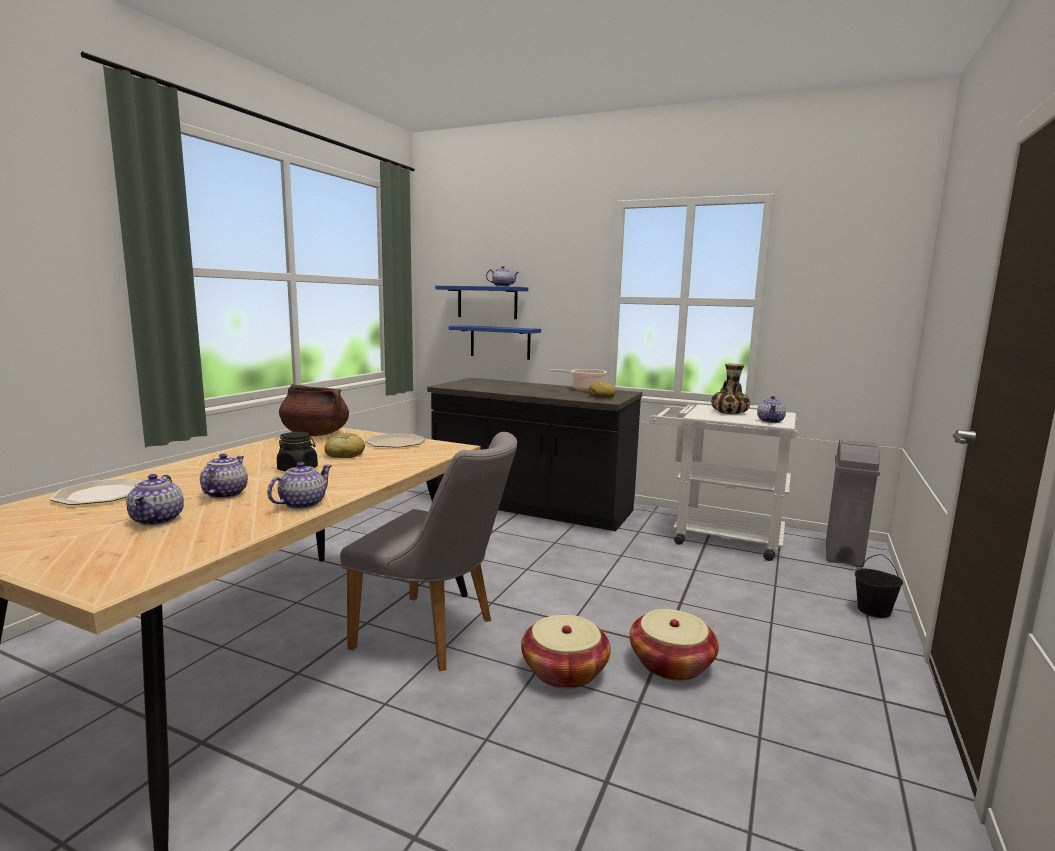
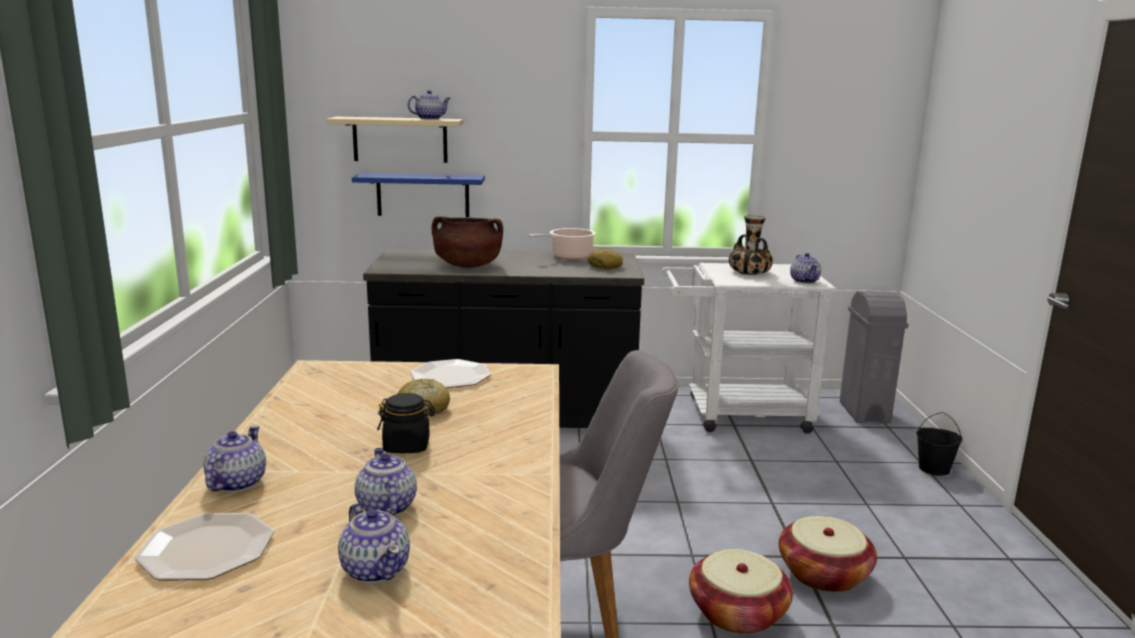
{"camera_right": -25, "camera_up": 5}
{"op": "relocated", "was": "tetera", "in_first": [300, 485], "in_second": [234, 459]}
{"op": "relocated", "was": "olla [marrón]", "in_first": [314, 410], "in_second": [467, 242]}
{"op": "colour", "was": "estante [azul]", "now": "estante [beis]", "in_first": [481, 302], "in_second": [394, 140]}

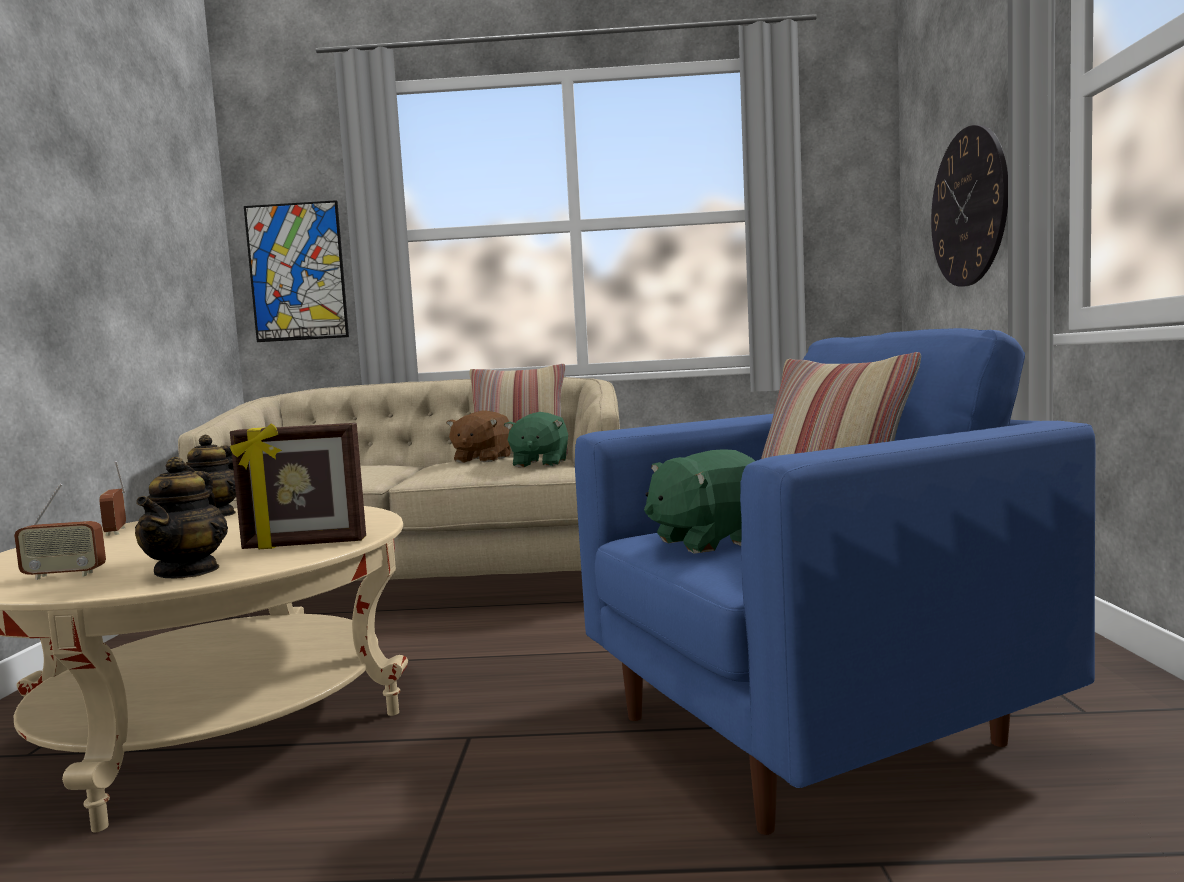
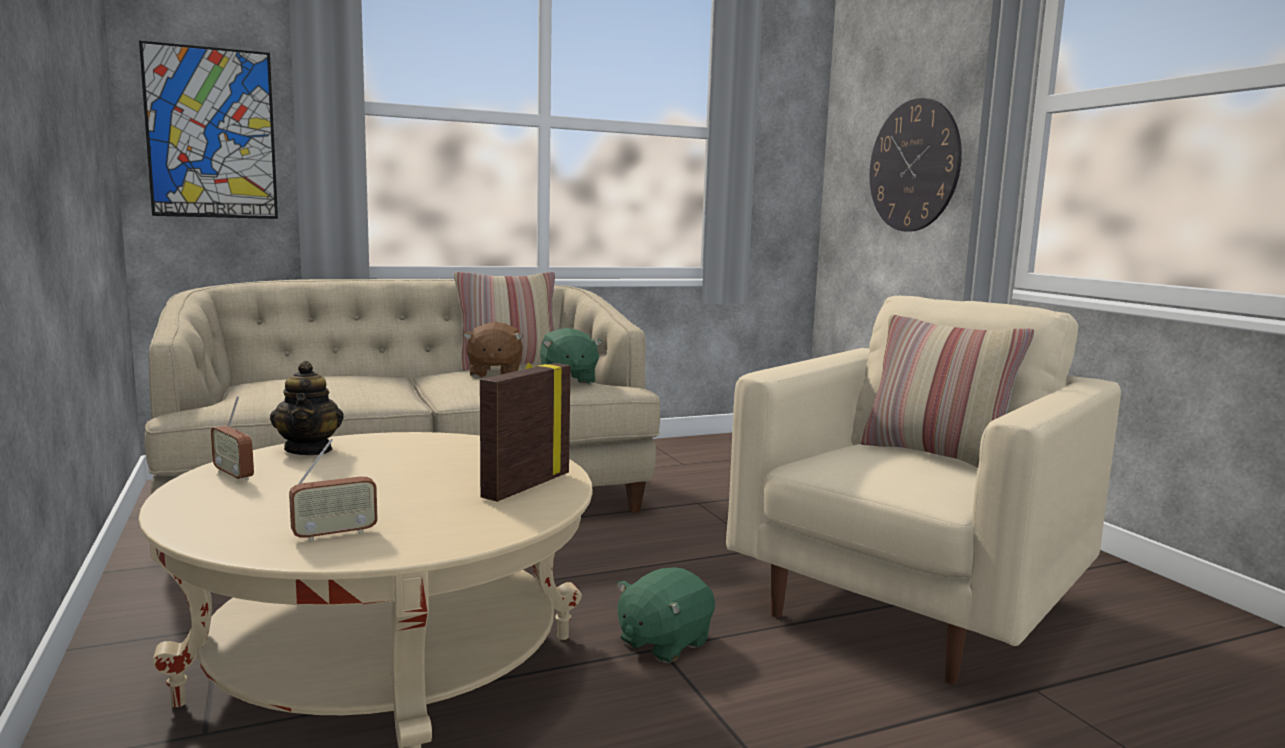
{"camera_right": -25, "camera_up": 5}
{"op": "missing", "was": "tetera", "in_first": [181, 517]}
{"op": "relocated", "was": "peluche [verde]", "in_first": [699, 501], "in_second": [666, 615]}
{"op": "colour", "was": "sillón [azul]", "now": "sillón [beis]", "in_first": [835, 581], "in_second": [923, 490]}
{"op": "spun", "was": "portarretratos", "in_first": [298, 486], "in_second": [525, 432], "clockwise": 150}

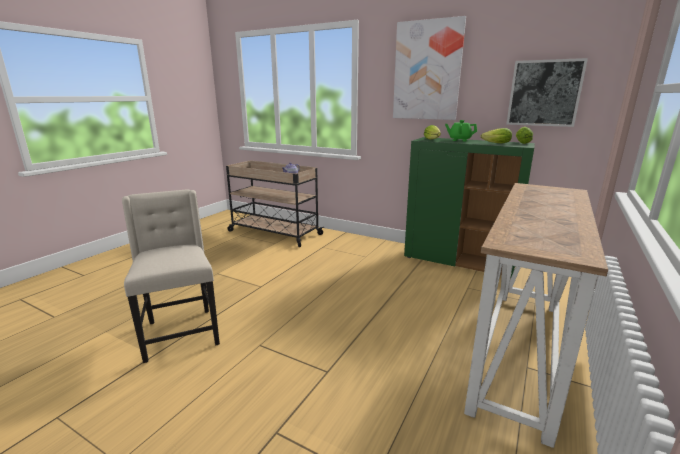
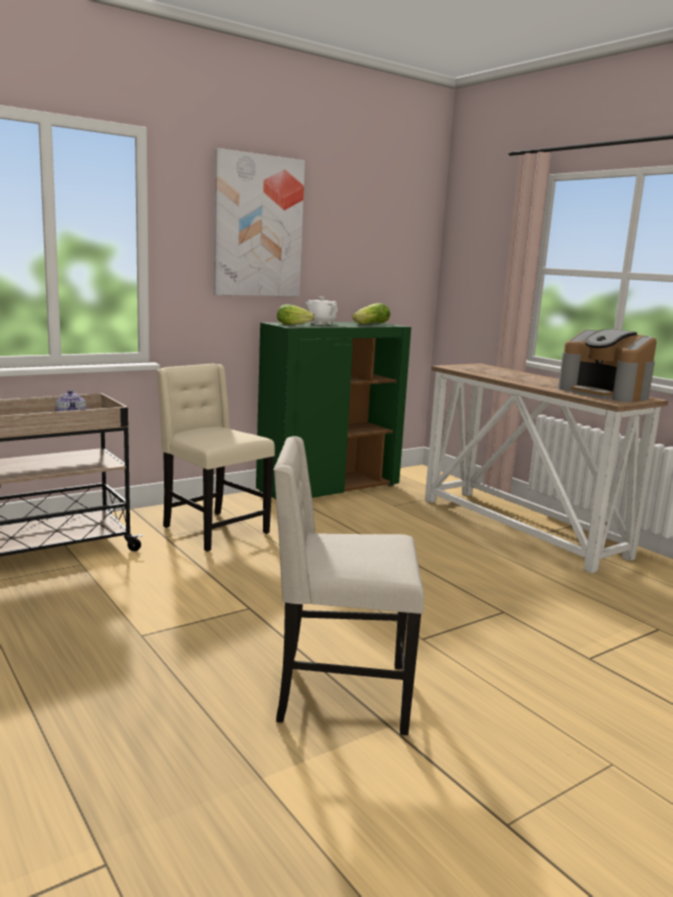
{"camera_right": -65, "camera_up": -5}
{"op": "missing", "was": "cuadro", "in_first": [547, 92]}
{"op": "appeared", "now": "silla [beis]", "in_second": [216, 457]}
{"op": "appeared", "now": "cafetera", "in_second": [607, 365]}
{"op": "colour", "was": "tetera [verde]", "now": "tetera [blanco]", "in_first": [461, 131], "in_second": [321, 311]}

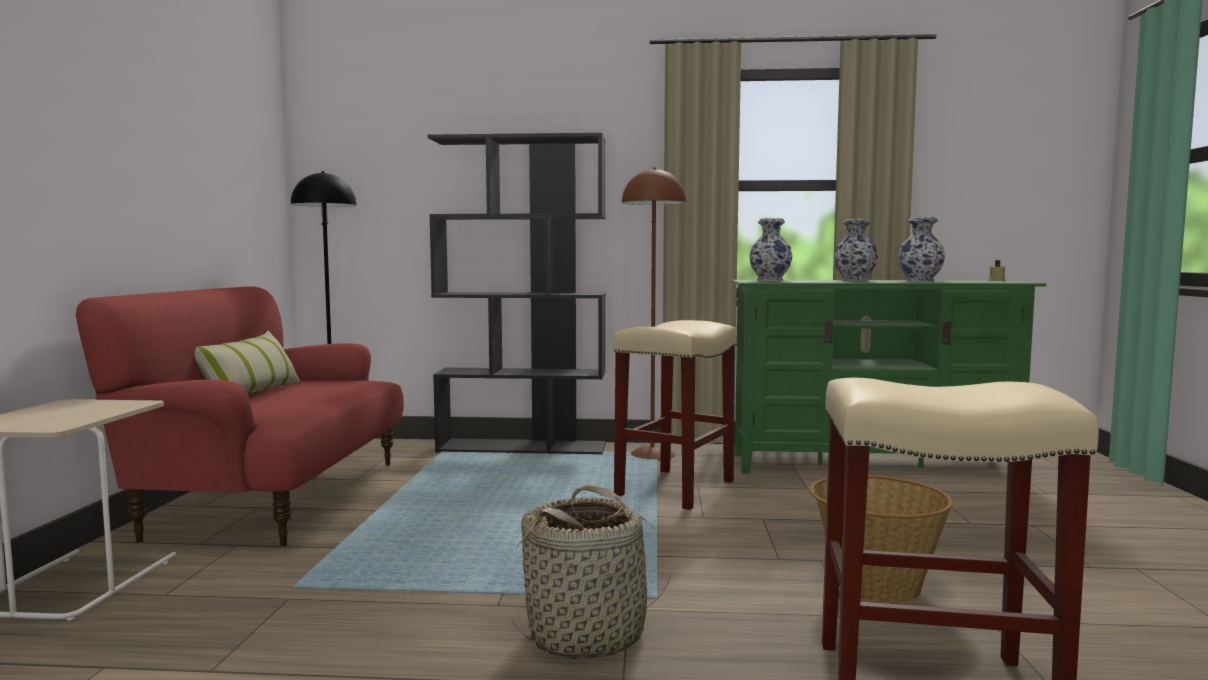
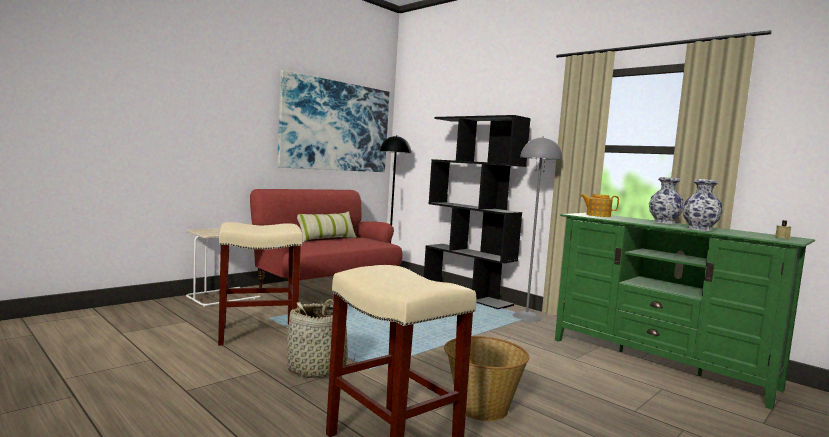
{"camera_right": 40, "camera_up": 0}
{"op": "appeared", "now": "cuadro", "in_second": [333, 121]}
{"op": "relocated", "was": "taburete [beis]", "in_first": [675, 415], "in_second": [260, 283]}
{"op": "exchanged", "was": "florero", "now": "tetera", "in_first": [771, 249], "in_second": [599, 205]}
{"op": "colour", "was": "lámpara de pie [marrón]", "now": "lámpara de pie [gris]", "in_first": [654, 314], "in_second": [537, 229]}

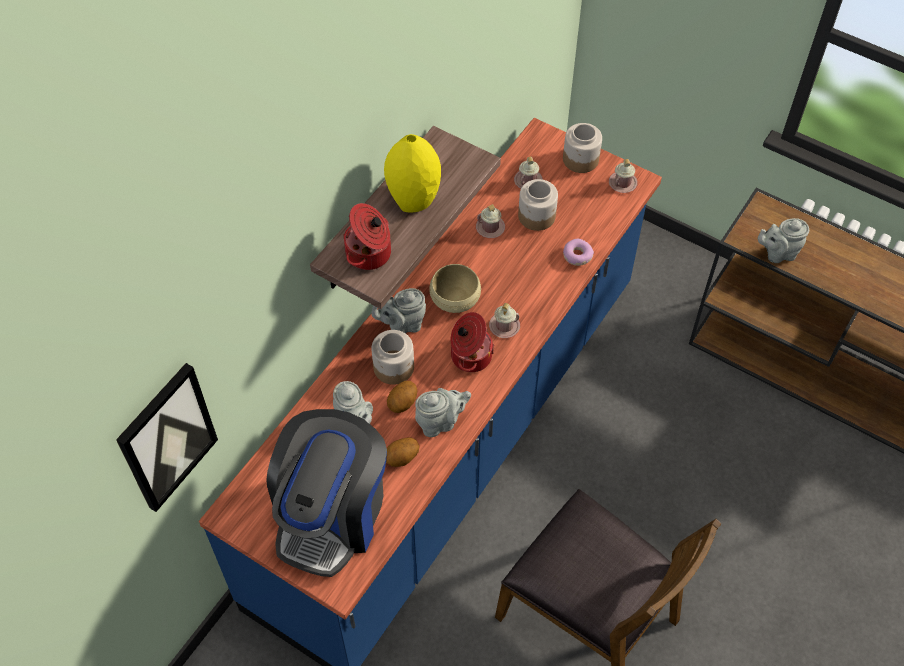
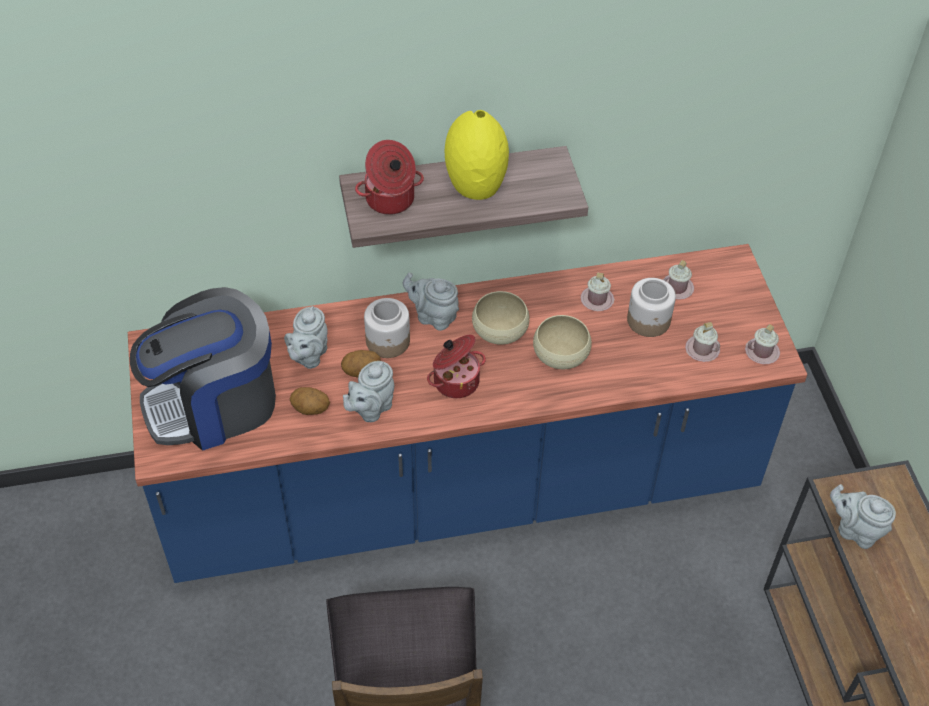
{"camera_right": 45, "camera_up": -5}
{"op": "missing", "was": "cuadro", "in_first": [167, 437]}
{"op": "missing", "was": "tarro", "in_first": [582, 148]}
{"op": "missing", "was": "rosquilla", "in_first": [578, 252]}
{"op": "appeared", "now": "cuenco [beis]", "in_second": [562, 342]}
{"op": "relocated", "was": "taza grande [rosa]", "in_first": [504, 320], "in_second": [702, 342]}
{"op": "spun", "was": "tetera [gris]", "in_first": [443, 412], "in_second": [368, 391], "clockwise": 105}

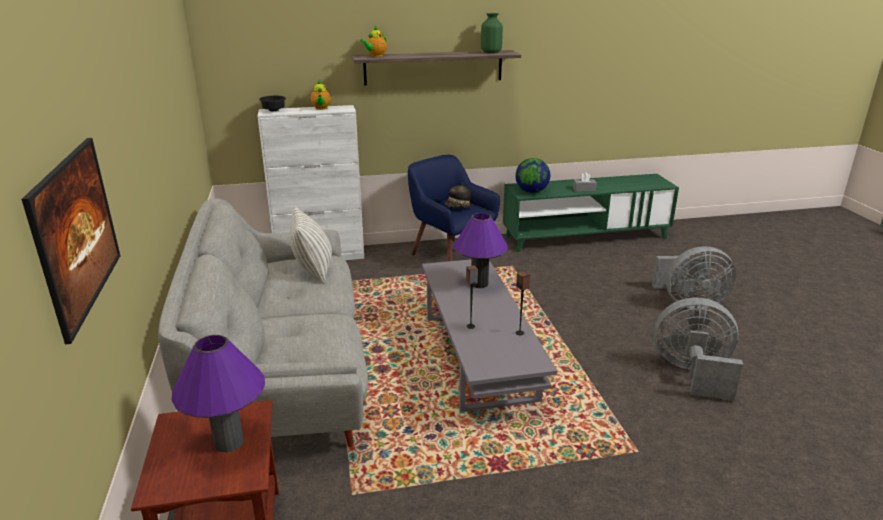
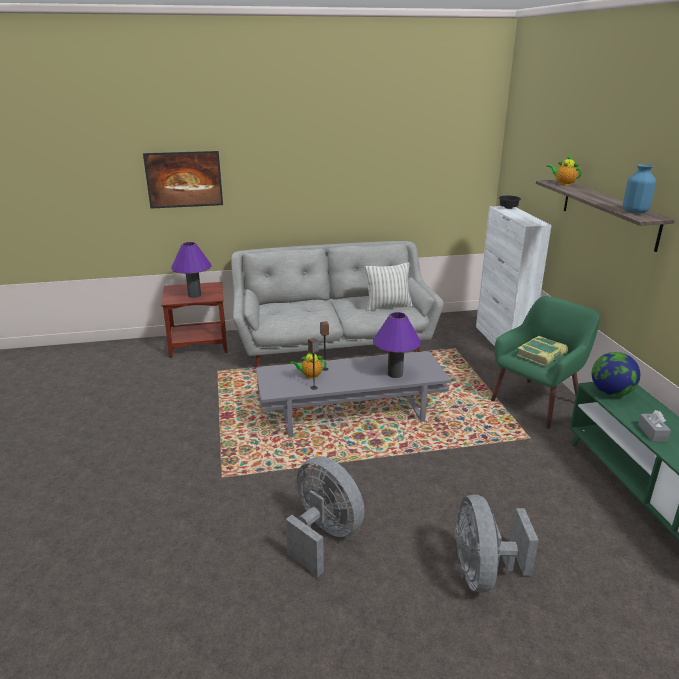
{"camera_right": 90, "camera_up": 0}
{"op": "relocated", "was": "tetera", "in_first": [321, 95], "in_second": [308, 365]}
{"op": "exchanged", "was": "sombrero", "now": "libro", "in_first": [459, 195], "in_second": [542, 351]}
{"op": "colour", "was": "sillón [azul]", "now": "sillón [verde]", "in_first": [454, 208], "in_second": [545, 362]}
{"op": "colour", "was": "florero [verde]", "now": "florero [azul]", "in_first": [492, 33], "in_second": [639, 189]}
{"op": "spun", "was": "ventilador [gris]", "in_first": [698, 349], "in_second": [325, 516], "clockwise": -60}

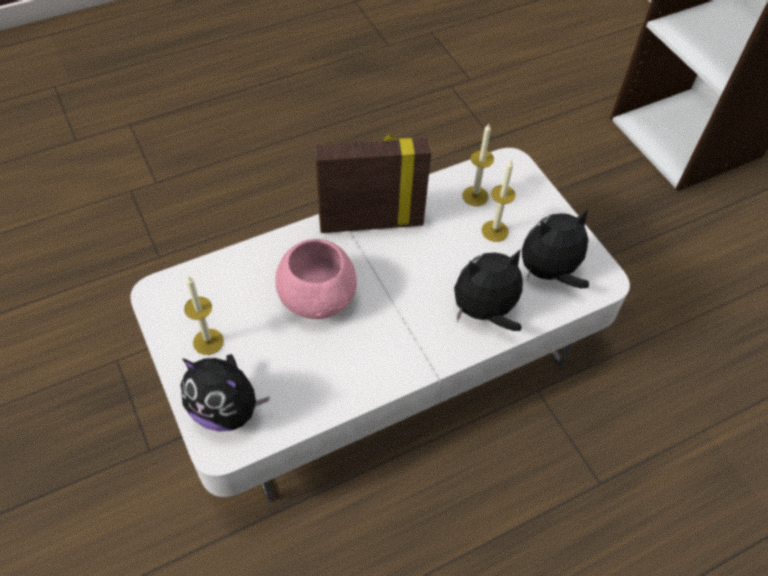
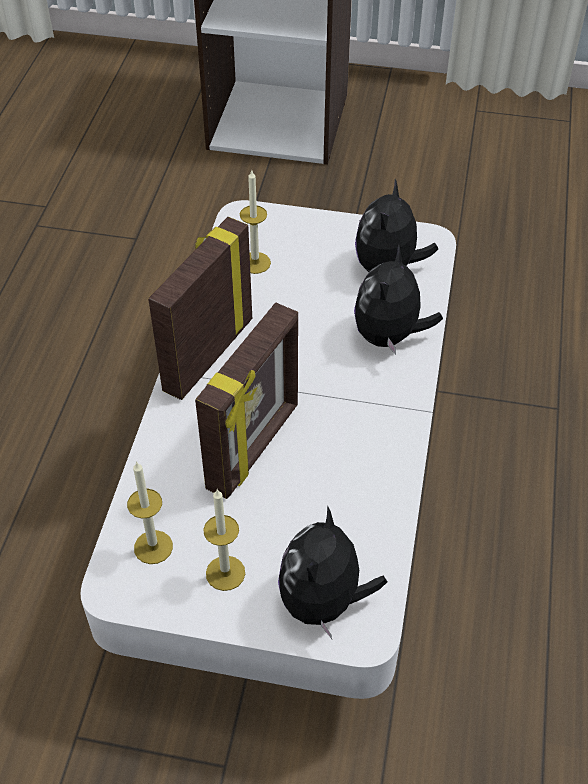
{"camera_right": -50, "camera_up": -5}
{"op": "relocated", "was": "vela", "in_first": [499, 201], "in_second": [150, 512]}
{"op": "exchanged", "was": "cuenco [rosa]", "now": "portarretratos", "in_first": [316, 279], "in_second": [246, 401]}
{"op": "spun", "was": "peluche", "in_first": [225, 393], "in_second": [332, 572], "clockwise": 135}

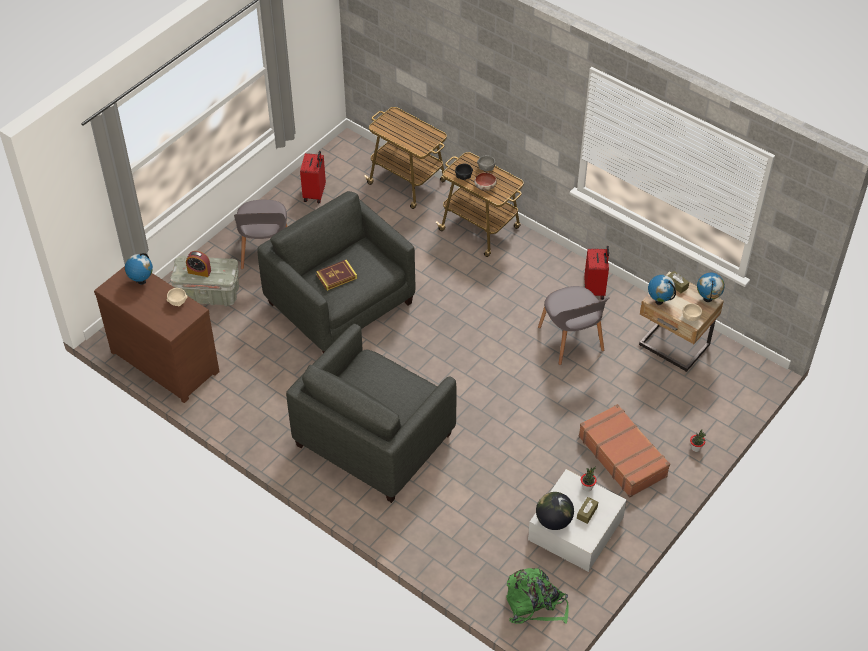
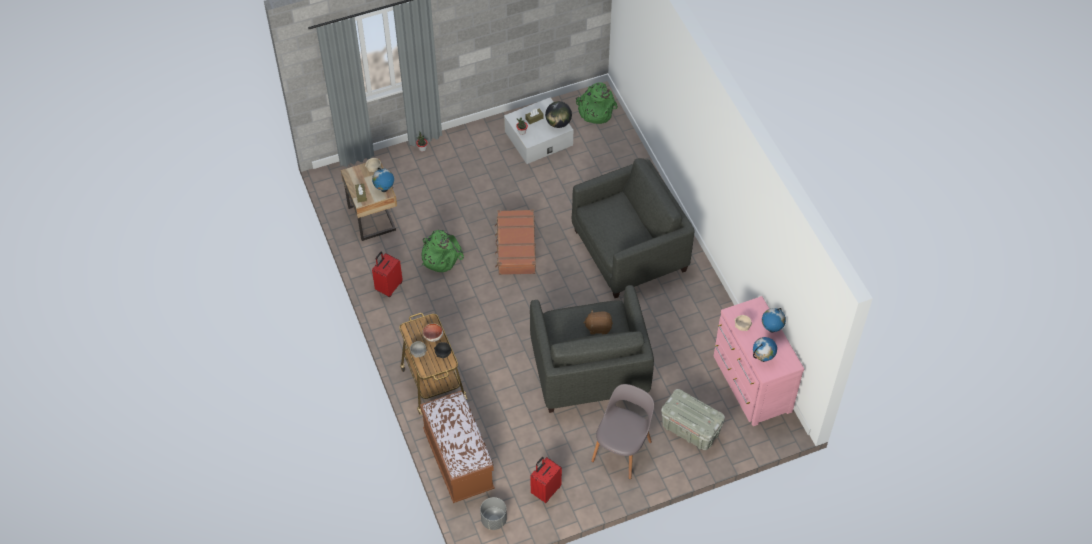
{"camera_right": -150, "camera_up": 5}
{"op": "missing", "was": "despertador", "in_first": [198, 264]}
{"op": "appeared", "now": "maceta [gris]", "in_second": [493, 513]}
{"op": "relocated", "was": "maleta [marrón]", "in_first": [624, 450], "in_second": [515, 242]}
{"op": "relocated", "was": "globo terráqueo", "in_first": [711, 287], "in_second": [774, 320]}
{"op": "exchanged", "was": "libro", "now": "peluche [marrón]", "in_first": [336, 275], "in_second": [598, 322]}
{"op": "exchanged", "was": "carrito", "now": "banco [marrón]", "in_first": [405, 158], "in_second": [457, 447]}
{"op": "exchanged", "was": "silla [gris]", "now": "mochila [verde]", "in_first": [574, 325], "in_second": [442, 251]}
{"op": "colour", "was": "cómoda [marrón]", "now": "cómoda [rosa]", "in_first": [157, 334], "in_second": [758, 361]}

